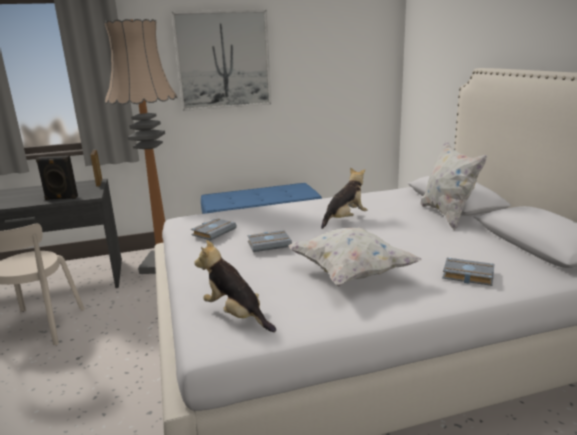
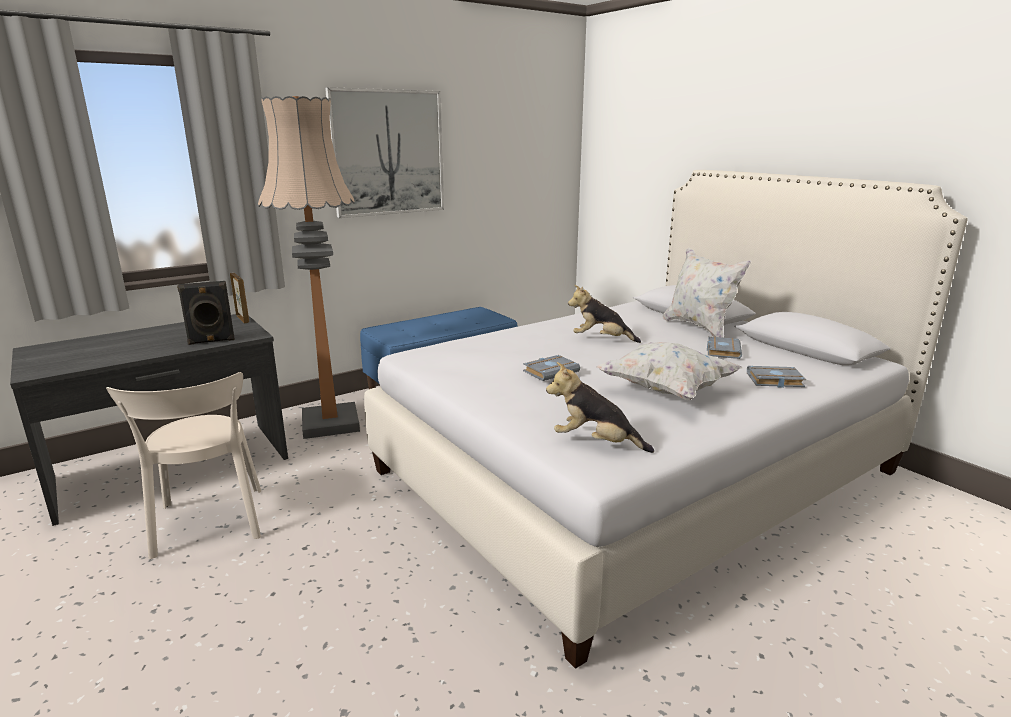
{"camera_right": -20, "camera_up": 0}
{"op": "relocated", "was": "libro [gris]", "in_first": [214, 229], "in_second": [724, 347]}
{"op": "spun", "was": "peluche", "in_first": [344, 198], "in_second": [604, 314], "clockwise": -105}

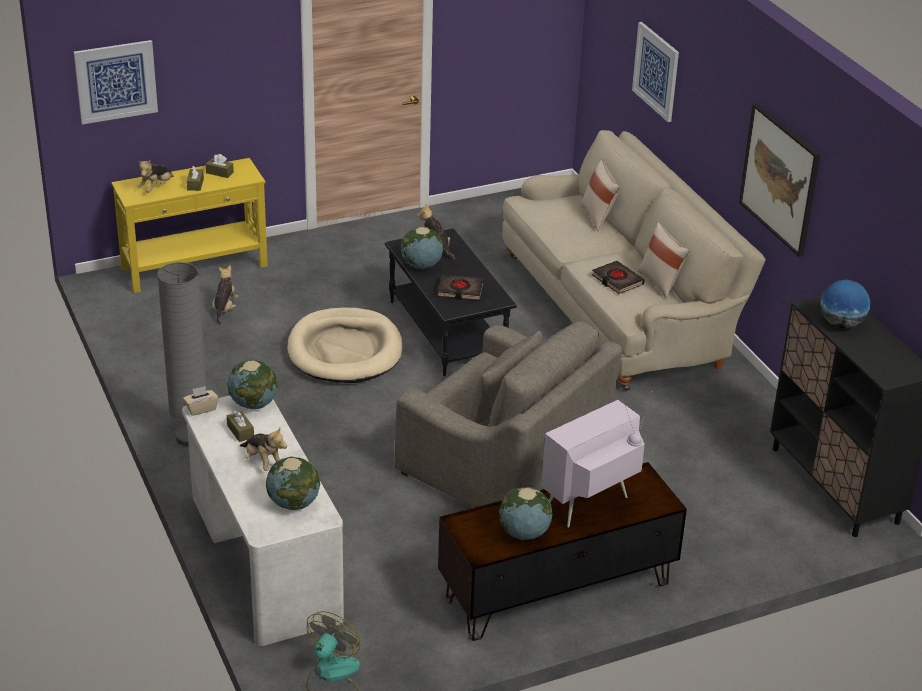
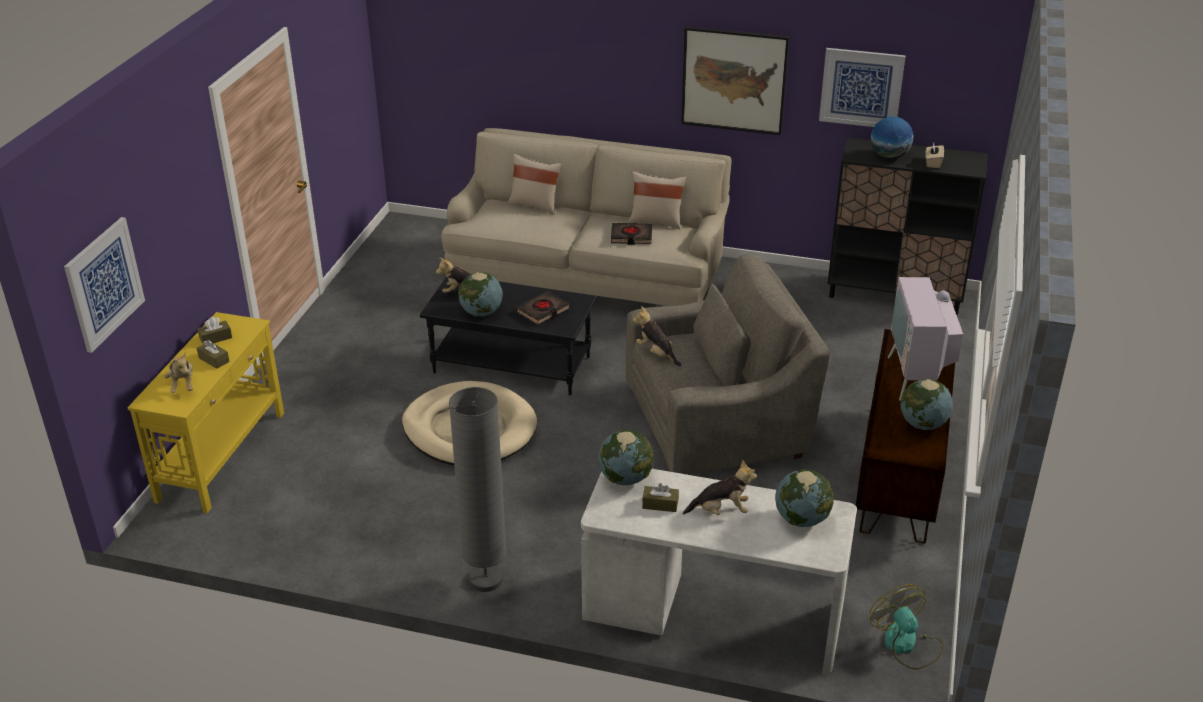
{"camera_right": -50, "camera_up": 0}
{"op": "relocated", "was": "caja de pañuelos [beis]", "in_first": [200, 401], "in_second": [935, 155]}
{"op": "relocated", "was": "peluche", "in_first": [225, 295], "in_second": [657, 336]}
{"op": "relocated", "was": "cuadro", "in_first": [655, 72], "in_second": [862, 87]}

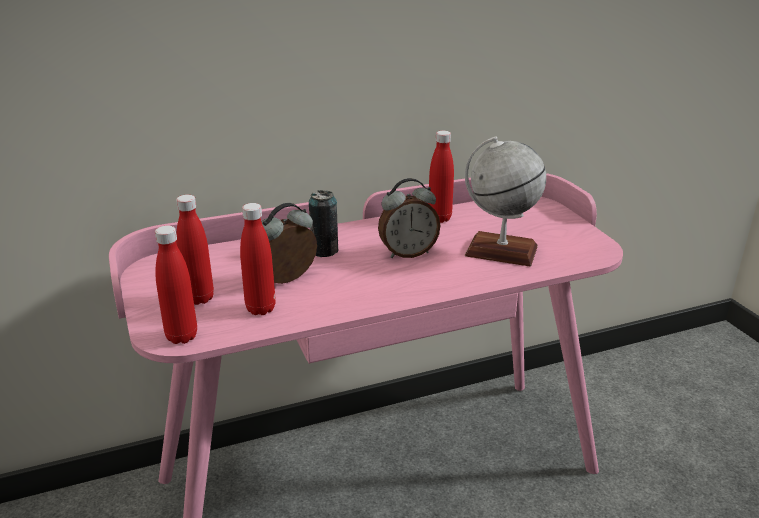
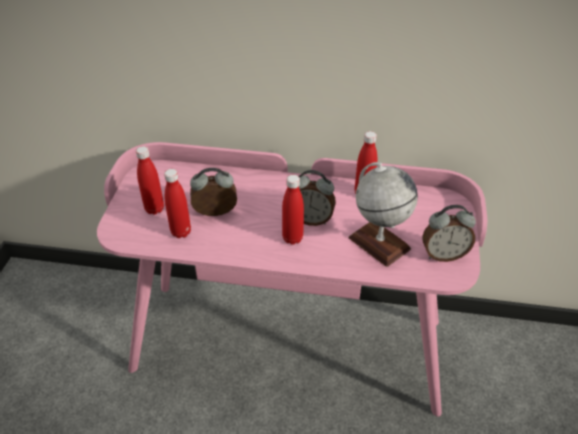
{"camera_right": 30, "camera_up": 15}
{"op": "missing", "was": "lata", "in_first": [323, 223]}
{"op": "appeared", "now": "despertador", "in_second": [449, 233]}
{"op": "relocated", "was": "botella [rojo]", "in_first": [176, 285], "in_second": [293, 210]}

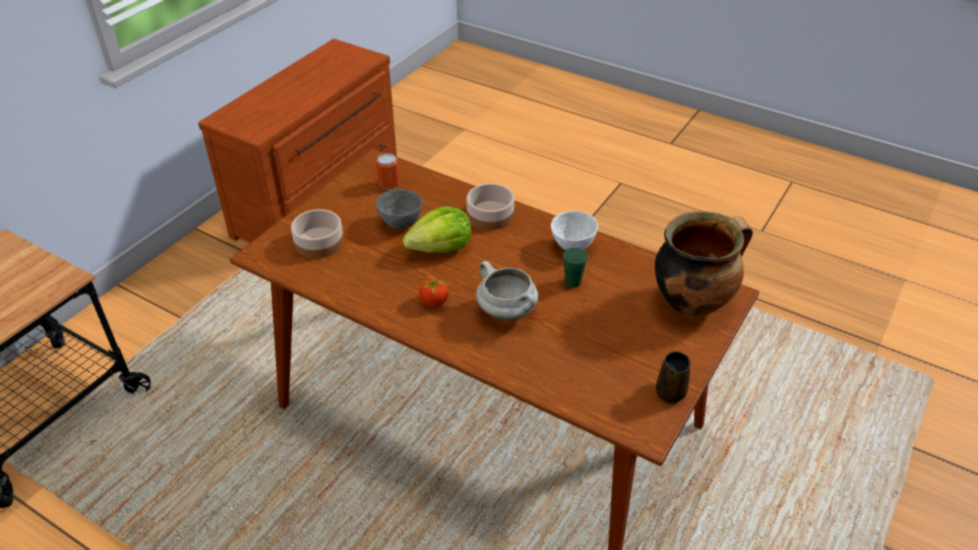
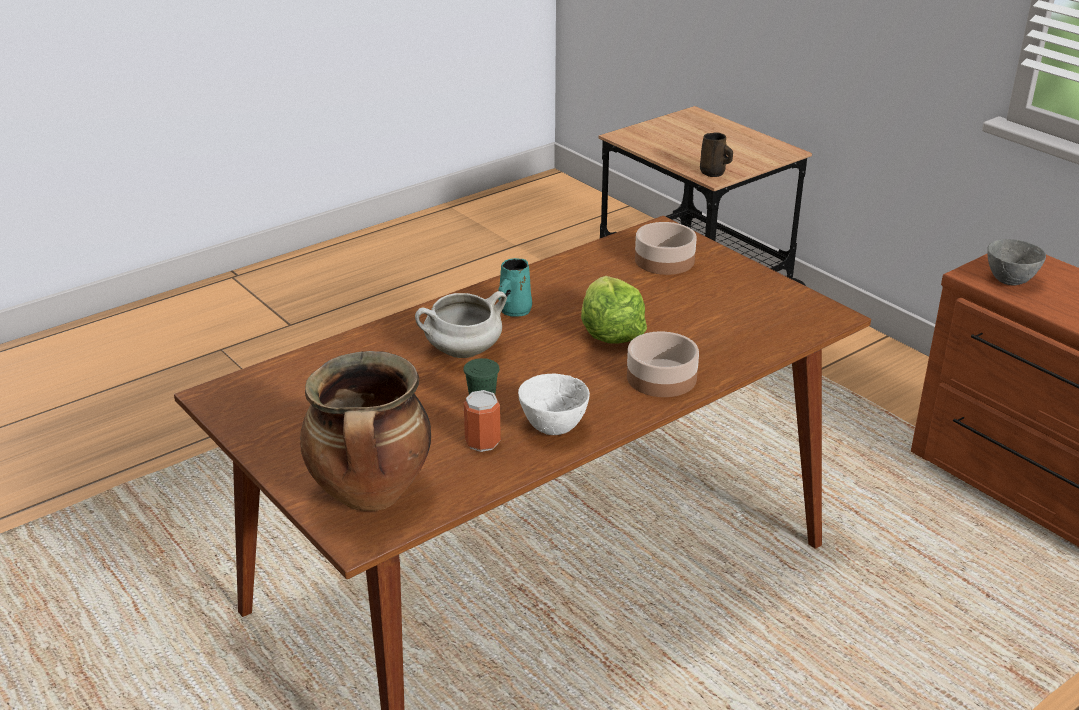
{"camera_right": 110, "camera_up": -10}
{"op": "relocated", "was": "lata", "in_first": [387, 171], "in_second": [482, 421]}
{"op": "relocated", "was": "cuenco [gris]", "in_first": [399, 209], "in_second": [1016, 262]}
{"op": "relocated", "was": "taza grande [marrón]", "in_first": [673, 377], "in_second": [716, 154]}
{"op": "exchanged", "was": "tomate", "now": "taza grande [turquesa]", "in_first": [433, 291], "in_second": [515, 287]}

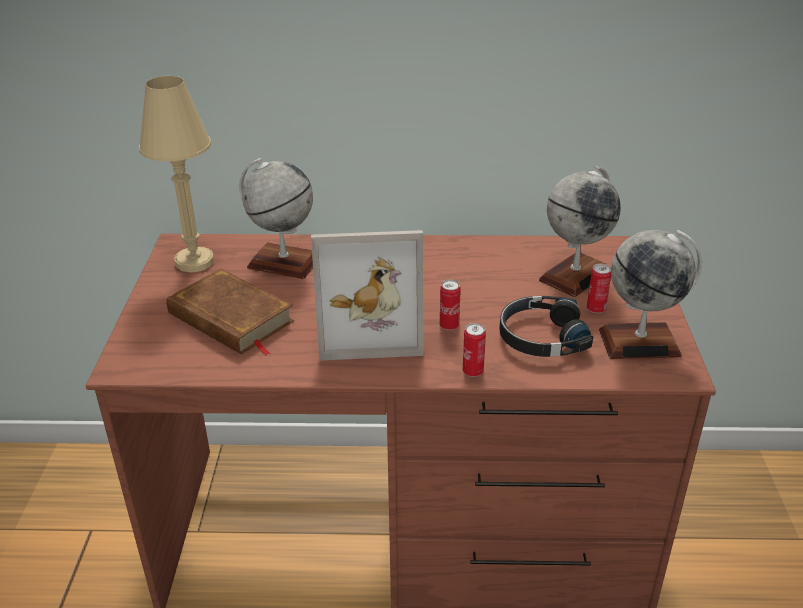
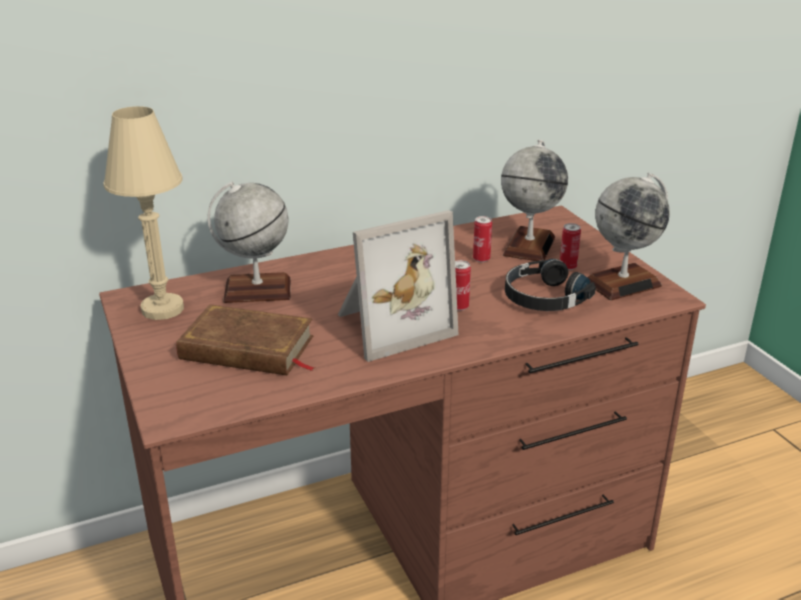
{"camera_right": -25, "camera_up": -5}
{"op": "relocated", "was": "lata", "in_first": [474, 350], "in_second": [482, 239]}

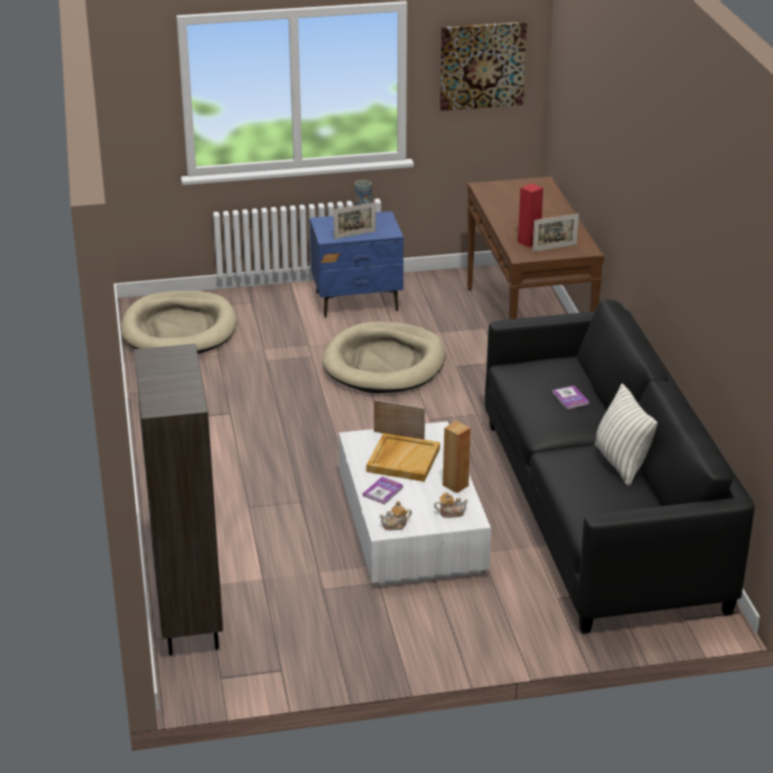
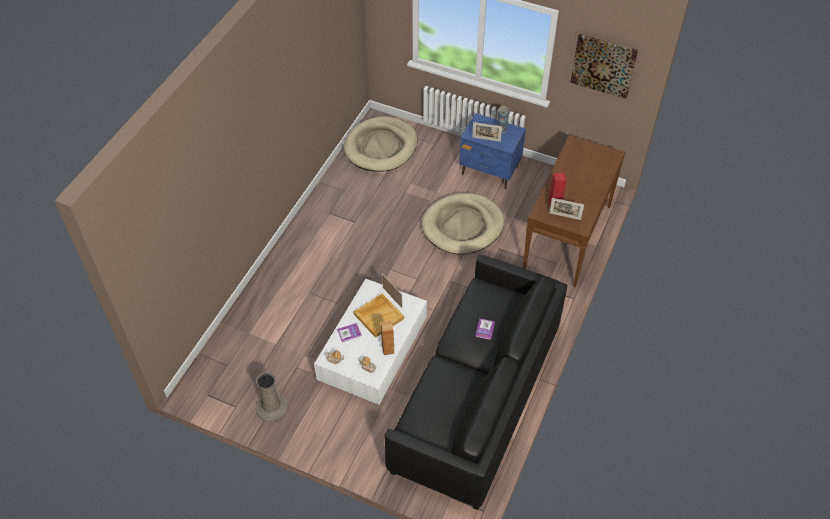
{"camera_right": 35, "camera_up": 20}
{"op": "missing", "was": "estantería [marrón]", "in_first": [178, 499]}
{"op": "missing", "was": "cojín", "in_first": [626, 435]}
{"op": "appeared", "now": "florero [beis]", "in_second": [272, 397]}

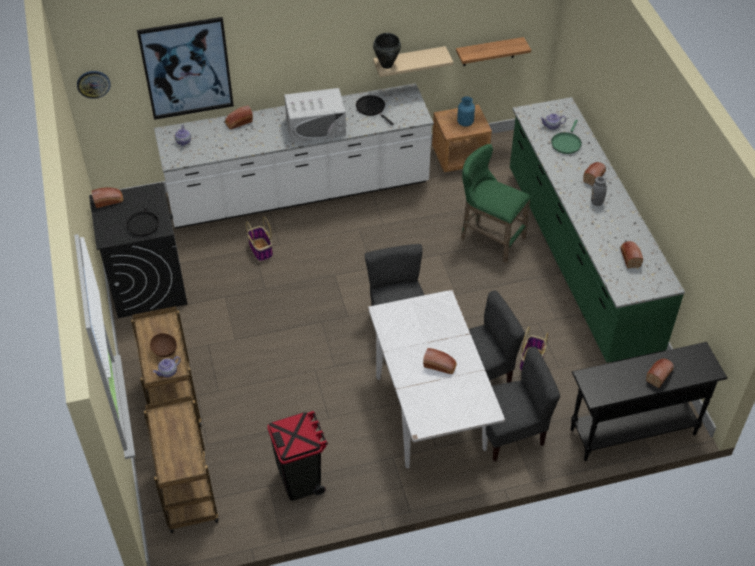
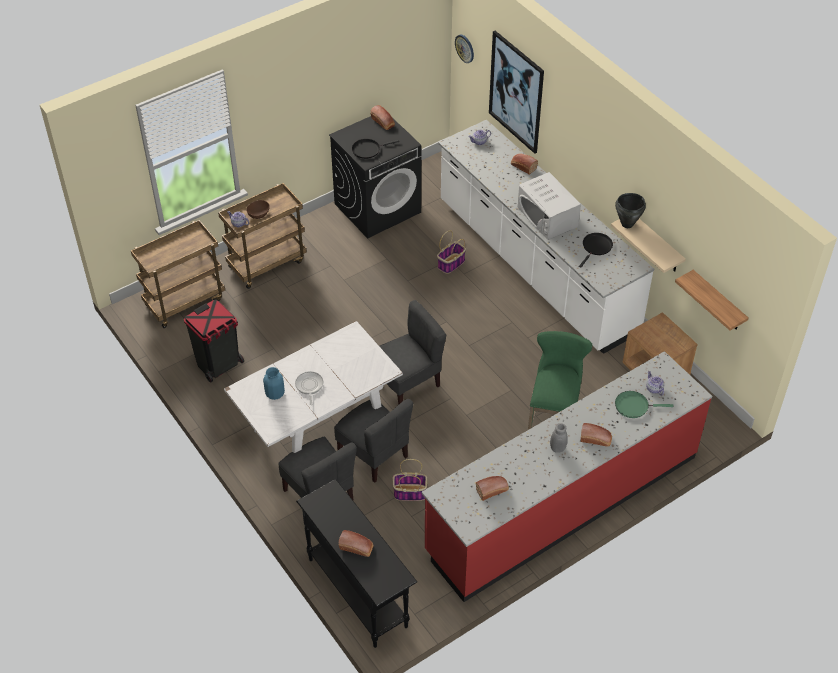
{"camera_right": 70, "camera_up": 0}
{"op": "relocated", "was": "florero [azul]", "in_first": [466, 111], "in_second": [274, 383]}
{"op": "exchanged", "was": "pan", "now": "sartén", "in_first": [440, 361], "in_second": [309, 388]}
{"op": "colour", "was": "mueble bajo de cocina [verde]", "now": "mueble bajo de cocina [rojo]", "in_first": [597, 230], "in_second": [567, 476]}

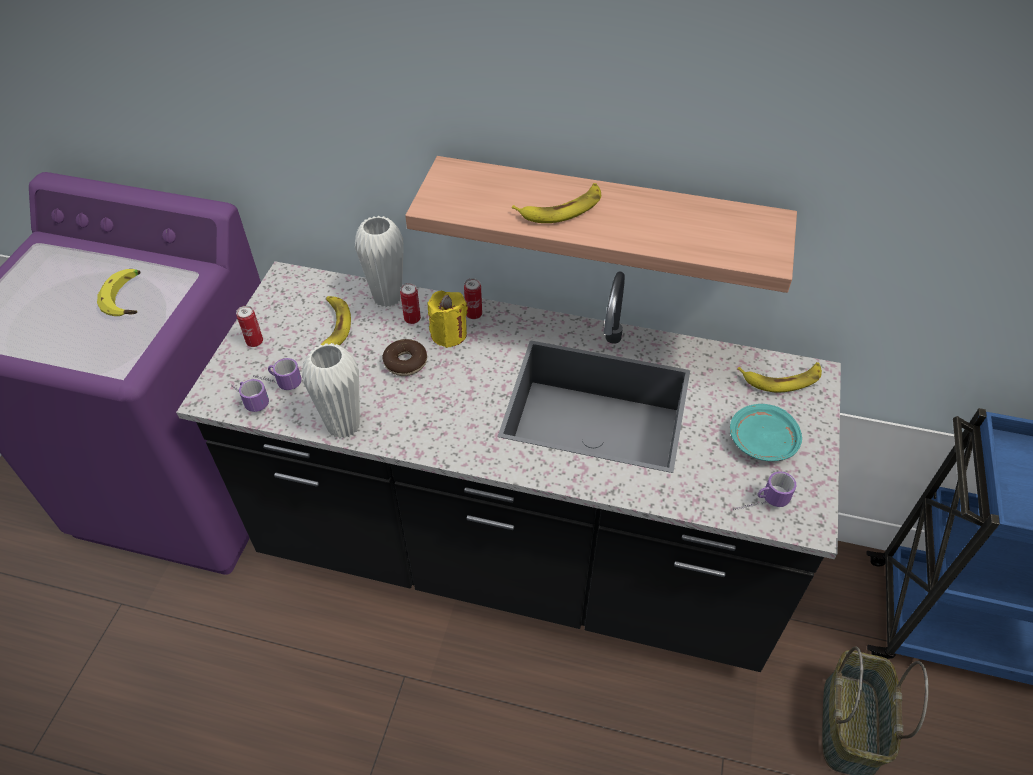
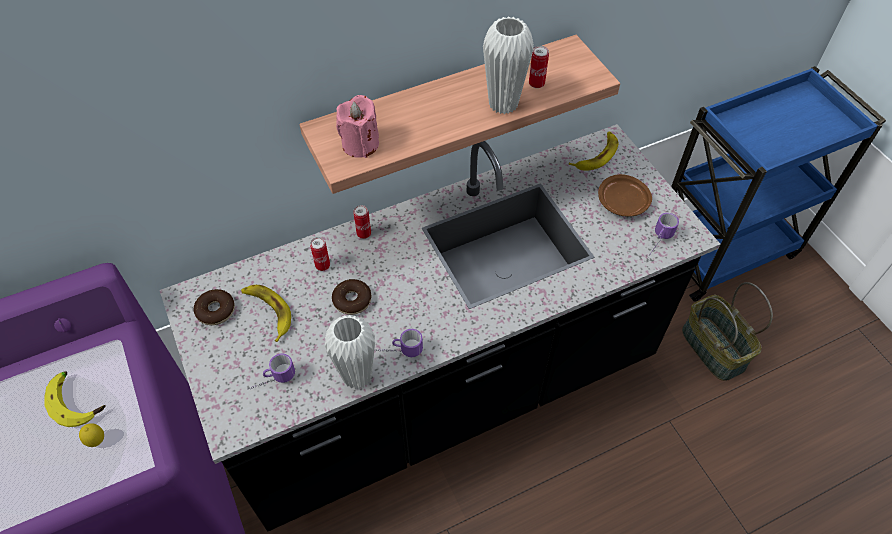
{"camera_right": -40, "camera_up": 5}
{"op": "missing", "was": "vela [amarillo]", "in_first": [447, 319]}
{"op": "missing", "was": "plátano", "in_first": [556, 203]}
{"op": "appeared", "now": "limón", "in_second": [91, 435]}
{"op": "appeared", "now": "rosquilla", "in_second": [214, 307]}
{"op": "appeared", "now": "vela [rosa]", "in_second": [357, 126]}
{"op": "relocated", "was": "taza grande", "in_first": [250, 395], "in_second": [399, 343]}
{"op": "relocated", "was": "lata", "in_first": [249, 326], "in_second": [539, 67]}
{"op": "relocated", "was": "florero [blanco]", "in_first": [379, 261], "in_second": [508, 65]}
{"op": "colour", "was": "plato [turquesa]", "now": "plato [marrón]", "in_first": [766, 432], "in_second": [625, 195]}

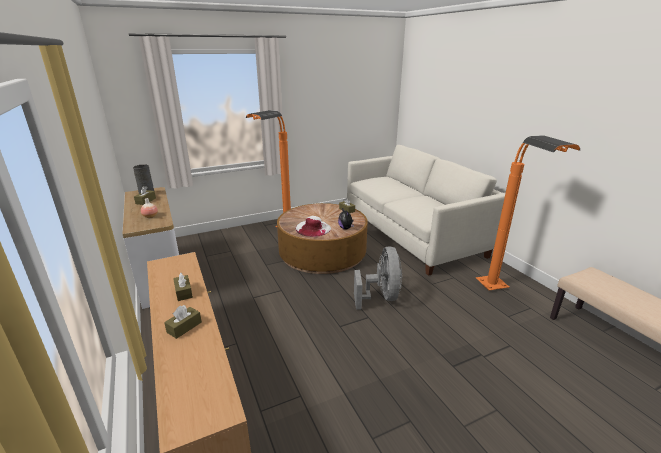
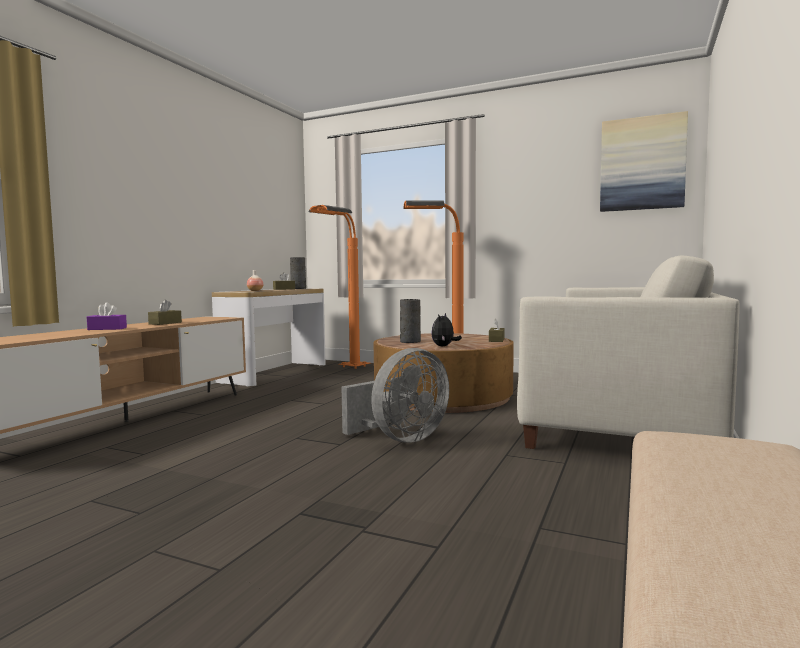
{"camera_right": 50, "camera_up": -20}
{"op": "appeared", "now": "cuadro", "in_second": [644, 161]}
{"op": "relocated", "was": "lámpara de pie [naranja]", "in_first": [528, 212], "in_second": [340, 287]}
{"op": "exchanged", "was": "sombrero [blanco]", "now": "florero [gris]", "in_first": [313, 226], "in_second": [410, 321]}
{"op": "colour", "was": "caja de pañuelos [marrón]", "now": "caja de pañuelos [morado]", "in_first": [183, 322], "in_second": [107, 316]}

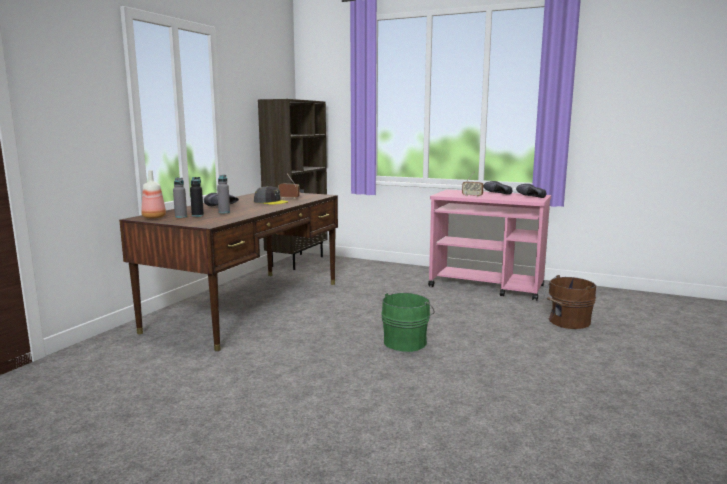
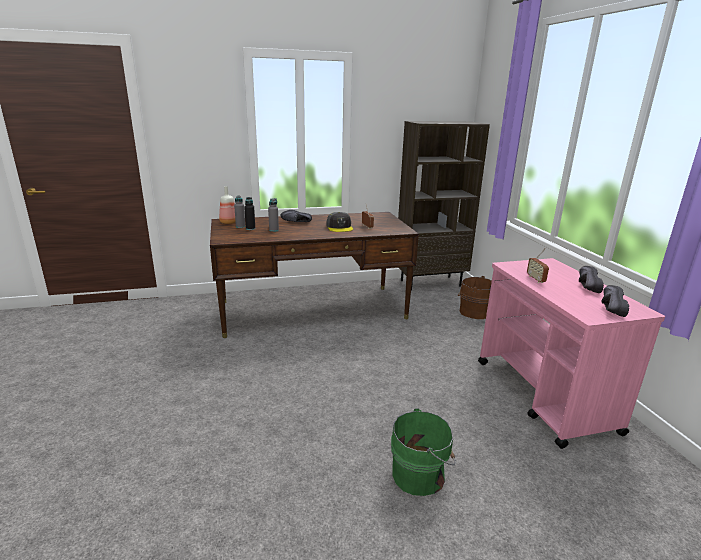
{"camera_right": 50, "camera_up": 10}
{"op": "relocated", "was": "cubo [verde]", "in_first": [408, 322], "in_second": [423, 452]}
{"op": "relocated", "was": "cubo [marrón]", "in_first": [570, 302], "in_second": [475, 297]}

